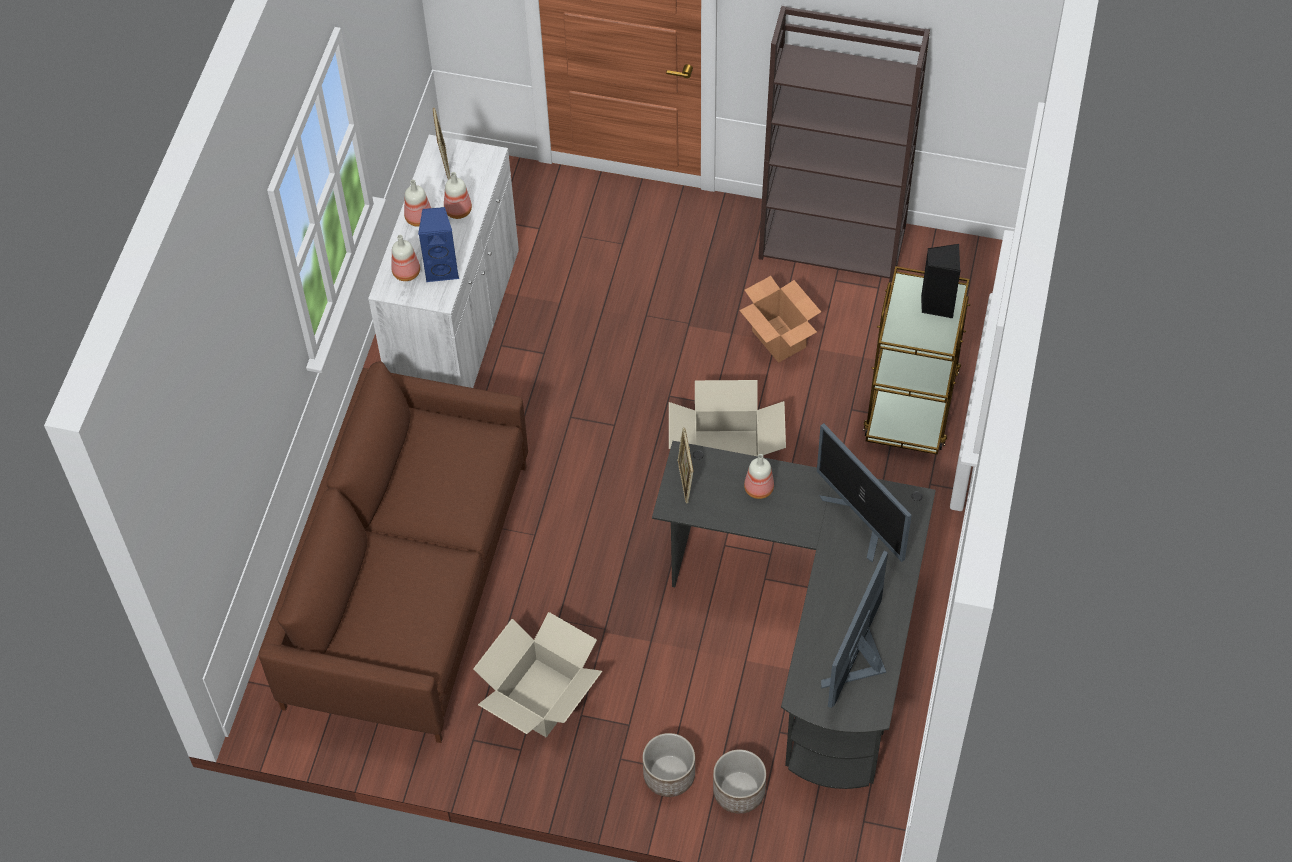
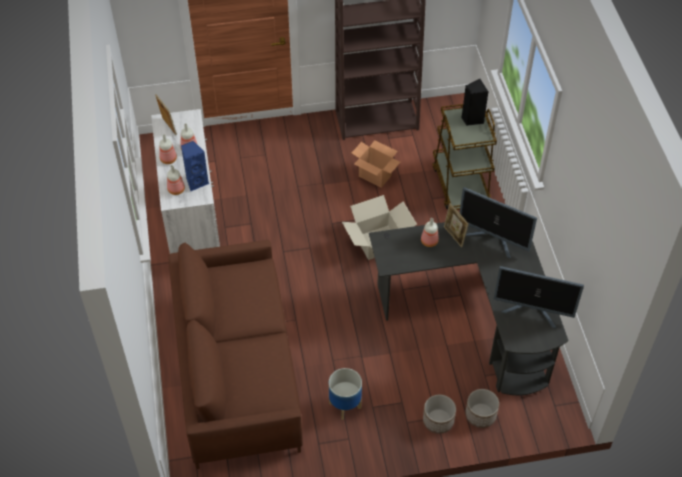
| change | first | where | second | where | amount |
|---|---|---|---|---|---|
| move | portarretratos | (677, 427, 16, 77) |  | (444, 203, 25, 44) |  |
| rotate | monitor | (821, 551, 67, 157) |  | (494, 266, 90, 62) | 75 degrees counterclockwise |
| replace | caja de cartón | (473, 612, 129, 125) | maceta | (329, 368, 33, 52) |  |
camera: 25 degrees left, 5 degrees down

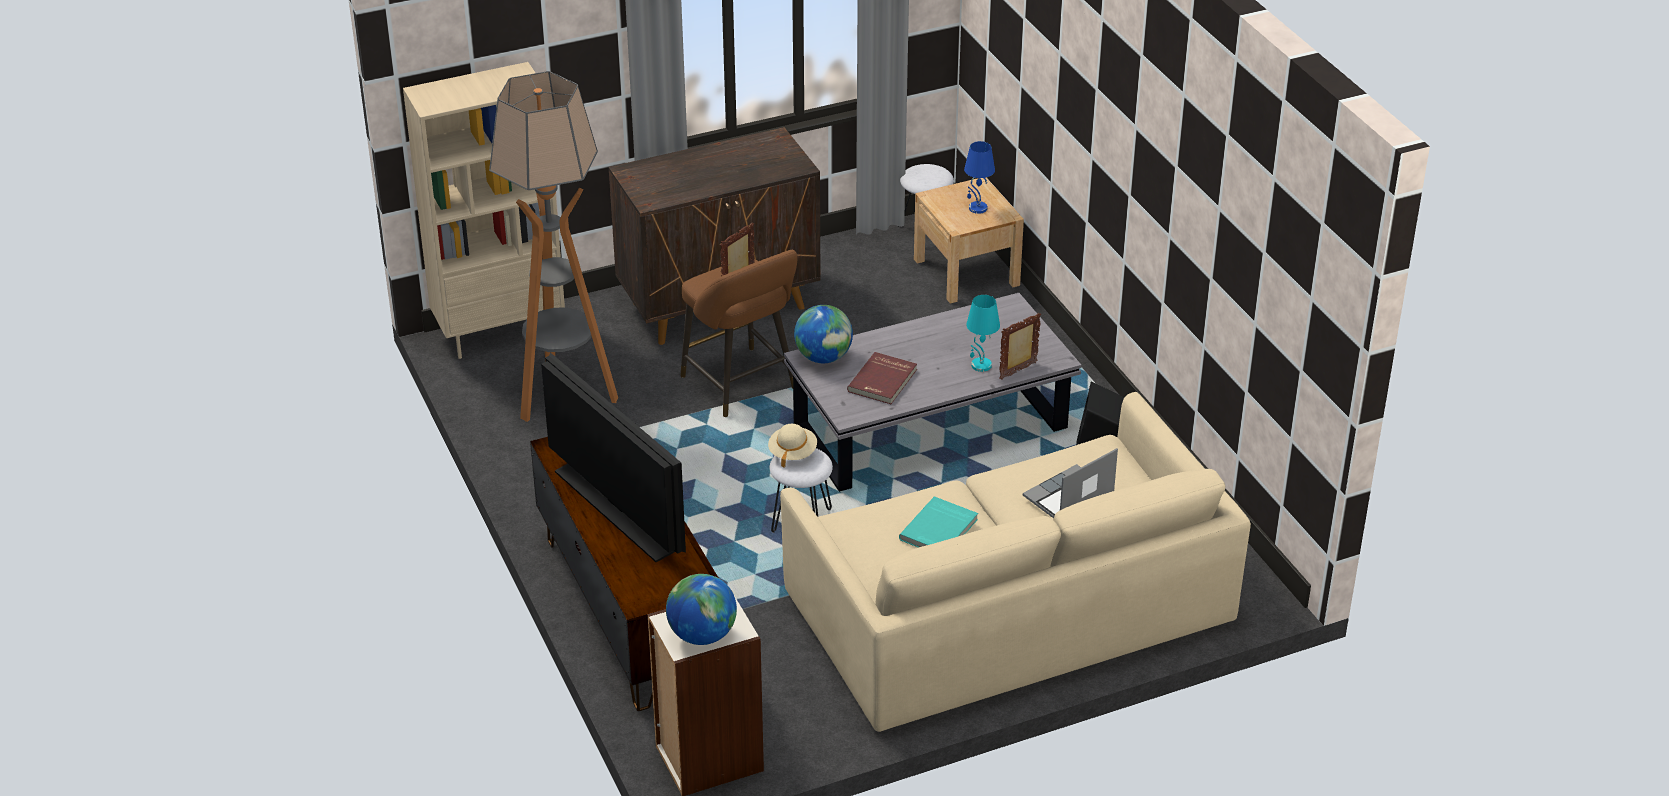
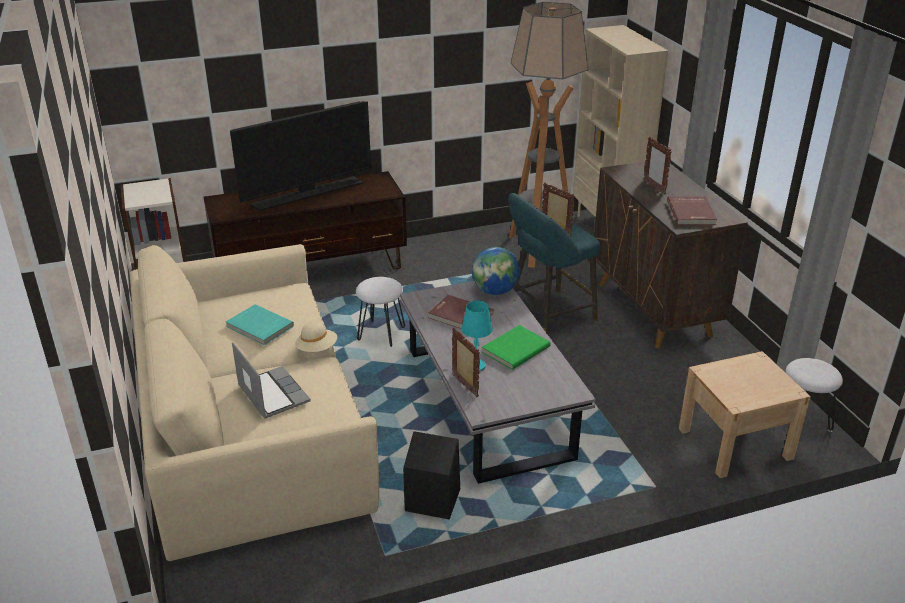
| change | first | where | second | where | amount |
|---|---|---|---|---|---|
| delete | lámpara de mesa (azul) | (964, 141, 31, 73) |  |  |  |
| recolor | taburete (marrón) | (681, 250, 117, 167) | taburete (turquesa) | (508, 193, 92, 140) |  |
| move | sombrero (beis) | (768, 424, 49, 44) |  | (295, 322, 42, 30) |  |
| delete | globo terráqueo | (666, 574, 71, 71) |  |  |  |
| insert |  |  | portarretratos | (643, 137, 29, 58) |  |
| insert |  |  | libro (rojo) | (667, 196, 50, 29) |  |
| insert |  |  | libro (verde) | (482, 325, 69, 45) |  |
camera: 95 degrees right, 5 degrees down

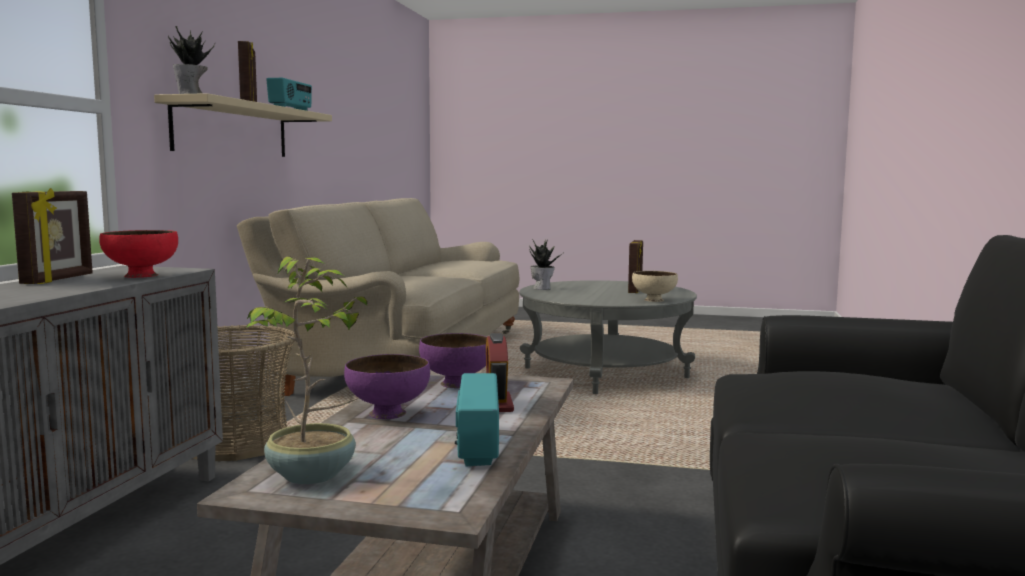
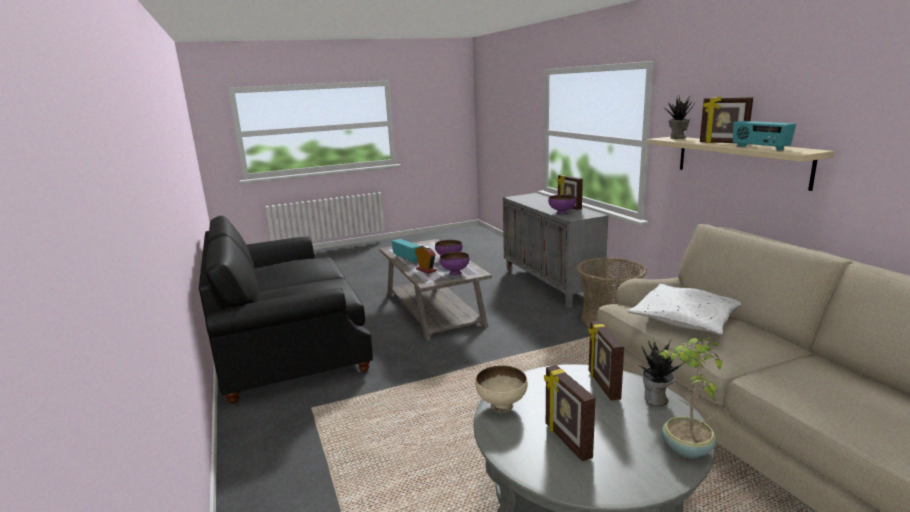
| change | first | where | second | where | amount |
|---|---|---|---|---|---|
| recolor | cuenco (rojo) | (99, 230, 79, 48) | cuenco (morado) | (548, 195, 28, 20) |  |
| move | planta en maceta | (246, 256, 121, 228) |  | (659, 338, 63, 120) |  |
| insert |  |  | cojín (blanco) | (628, 284, 113, 51) |  |
| insert |  |  | portarretratos | (588, 321, 36, 80) |  |
camera: 145 degrees right, 10 degrees up

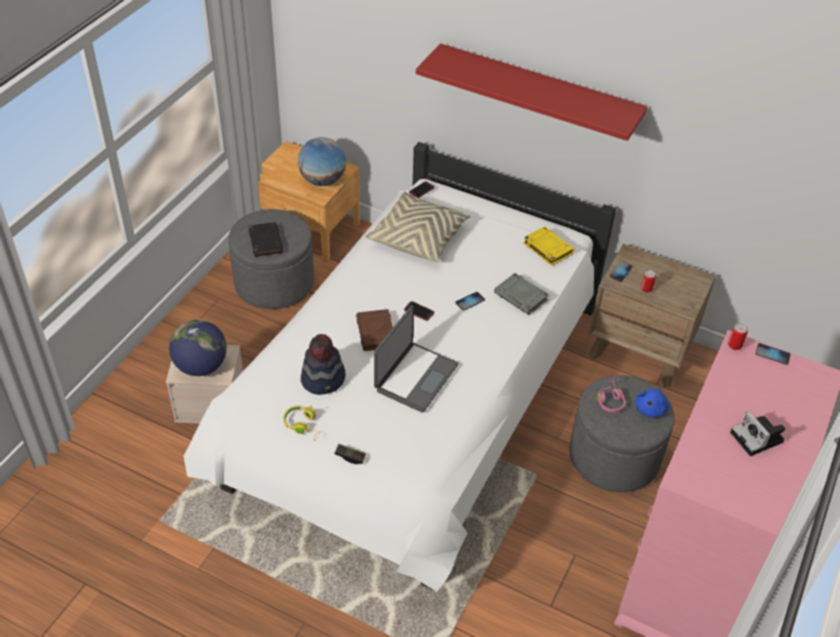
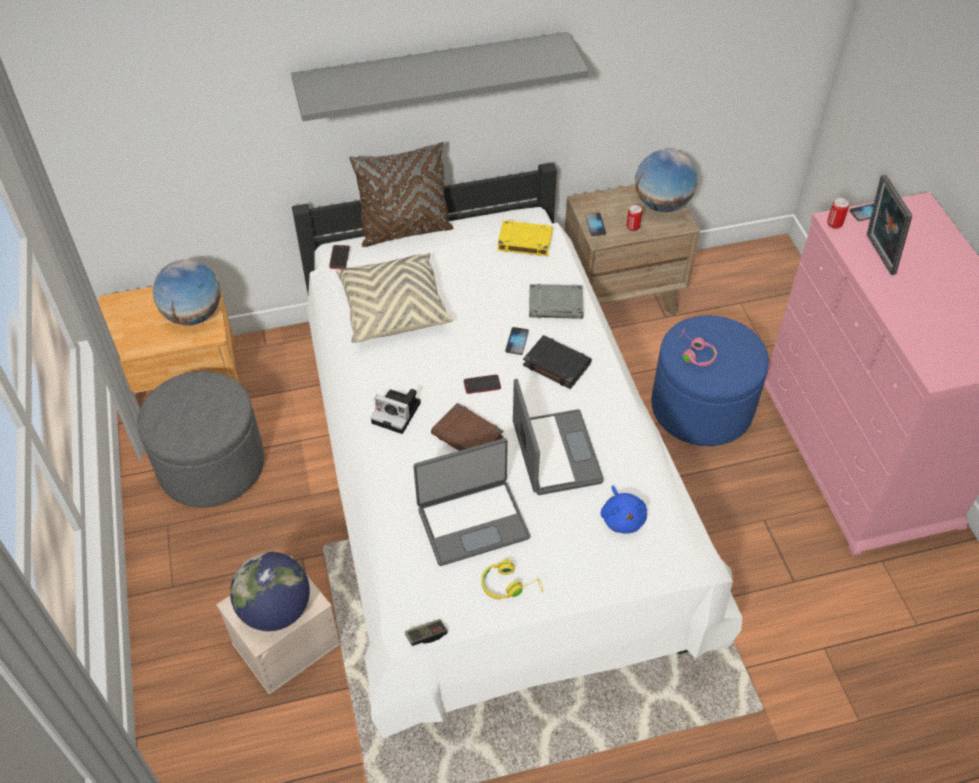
| change | first | where | second | where | amount |
|---|---|---|---|---|---|
| recolor | estante (rojo) | (416, 43, 232, 98) | estante (gris) | (291, 32, 297, 89) |  |
| move | libro (negro) | (248, 222, 35, 35) |  | (523, 335, 69, 54) |  |
| replace | sombrero | (301, 334, 45, 61) | portátil | (413, 438, 118, 128) |  |
| recolor | puf (gris) | (569, 375, 105, 117) | puf (azul) | (651, 315, 118, 131) |  |
| move | peluche (azul) | (635, 388, 34, 30) |  | (601, 485, 46, 49) |  |
| move | cámara | (730, 411, 55, 45) |  | (371, 389, 50, 45) |  |
| move | mando de consola | (334, 444, 32, 20) |  | (405, 619, 42, 27) |  |
| insert |  |  | cojín (marrón) | (350, 142, 103, 105) |  |
| insert |  |  | globo terráqueo | (635, 149, 62, 63) |  |
| insert |  |  | portarretratos | (867, 175, 45, 100) |  |
camera: 40 degrees left, 5 degrees up

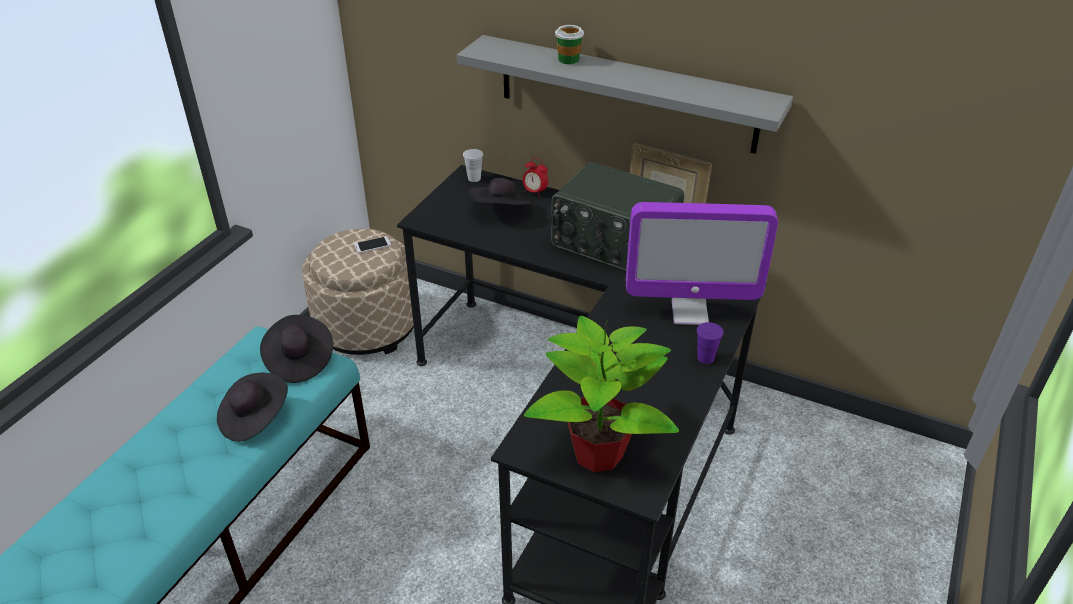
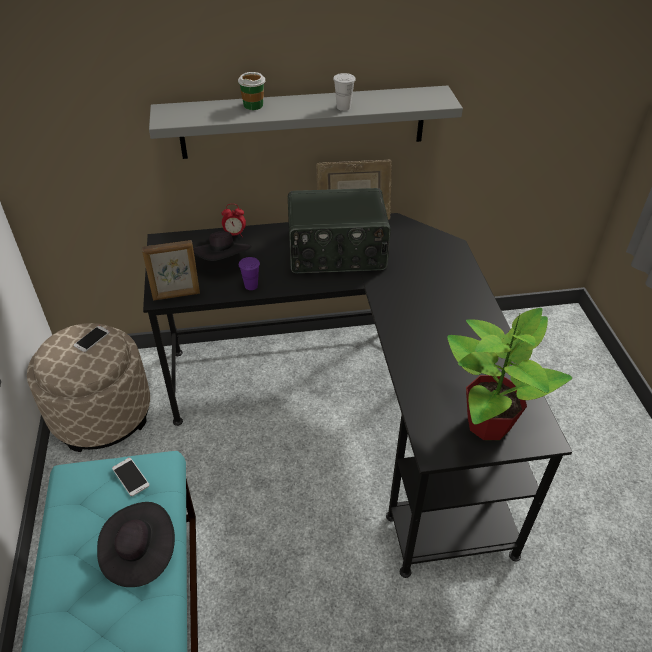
| change | first | where | second | where | amount |
|---|---|---|---|---|---|
| move | taza (blanco) | (463, 149, 20, 33) |  | (333, 73, 23, 38) |  |
| delete | monitor | (626, 202, 152, 123) |  |  |  |
| replace | sombrero (negro) | (260, 315, 73, 68) | móvil | (112, 458, 38, 39) |  |
| move | taza (morado) | (697, 322, 27, 42) |  | (239, 257, 21, 33) |  |
| insert |  |  | portarretratos | (142, 240, 58, 60) |  |
camera: 35 degrees left, 5 degrees up

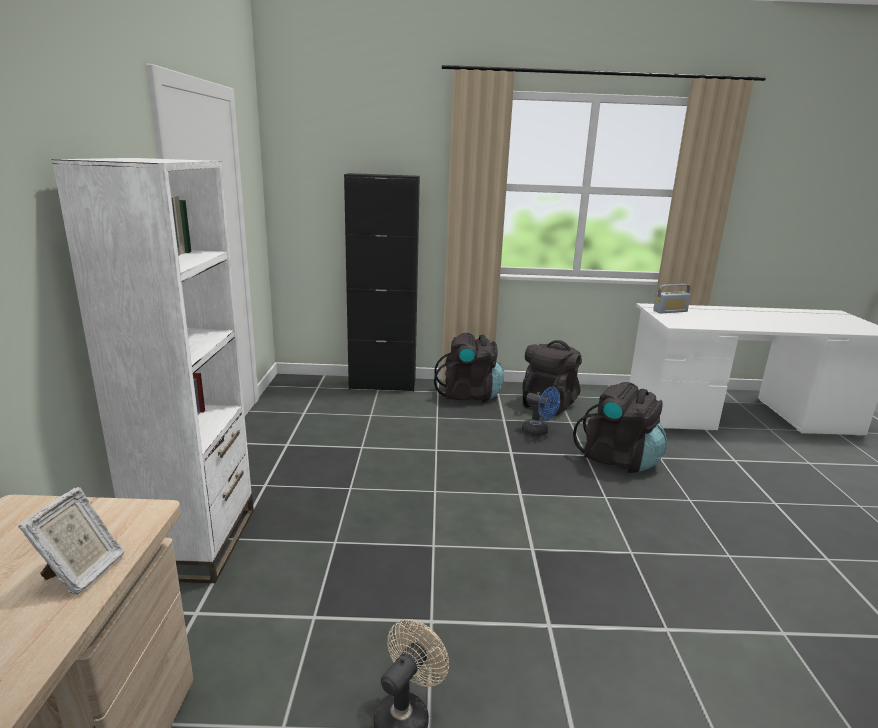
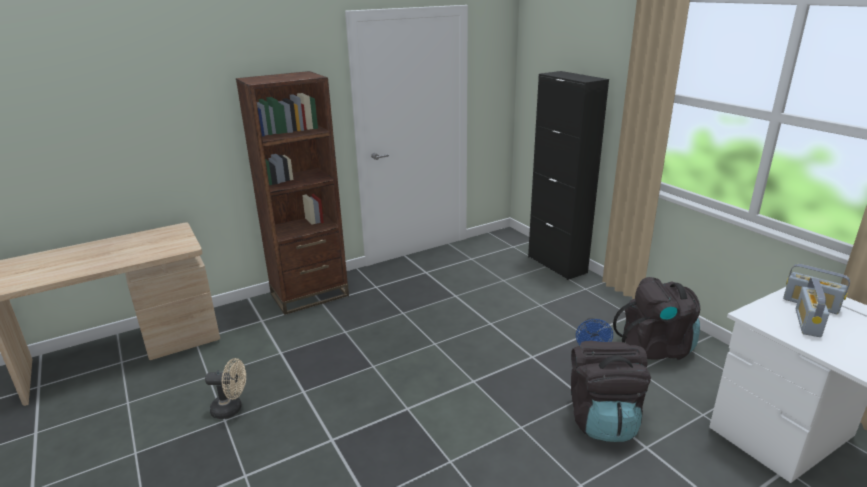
| change | first | where | second | where | amount |
|---|---|---|---|---|---|
| recolor | estantería (blanco) | (52, 158, 202, 425) | estantería (marrón) | (236, 71, 113, 244) |  |
| delete | mochila (negro) | (434, 333, 70, 69) |  |  |  |
| delete | portarretratos | (18, 487, 106, 109) |  |  |  |
| insert |  |  | radio | (796, 278, 33, 59) |  |
camera: 60 degrees right, 5 degrees up

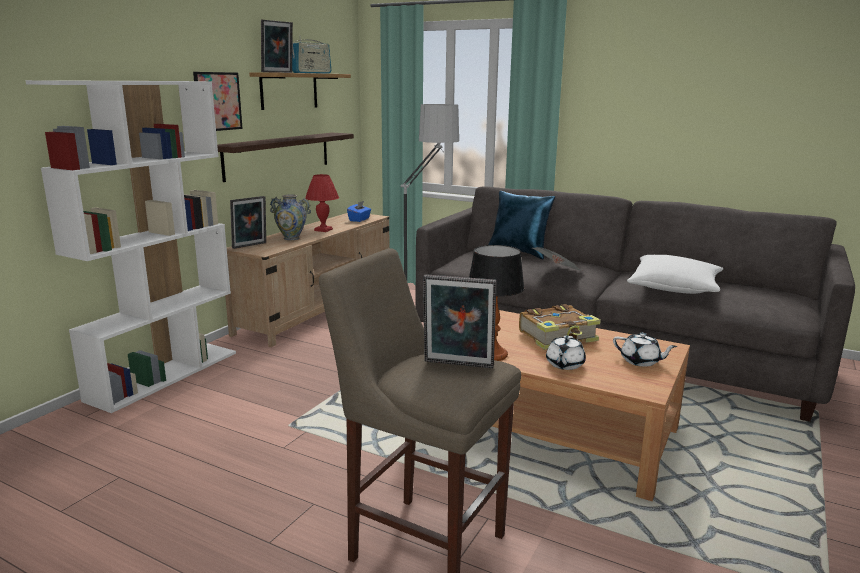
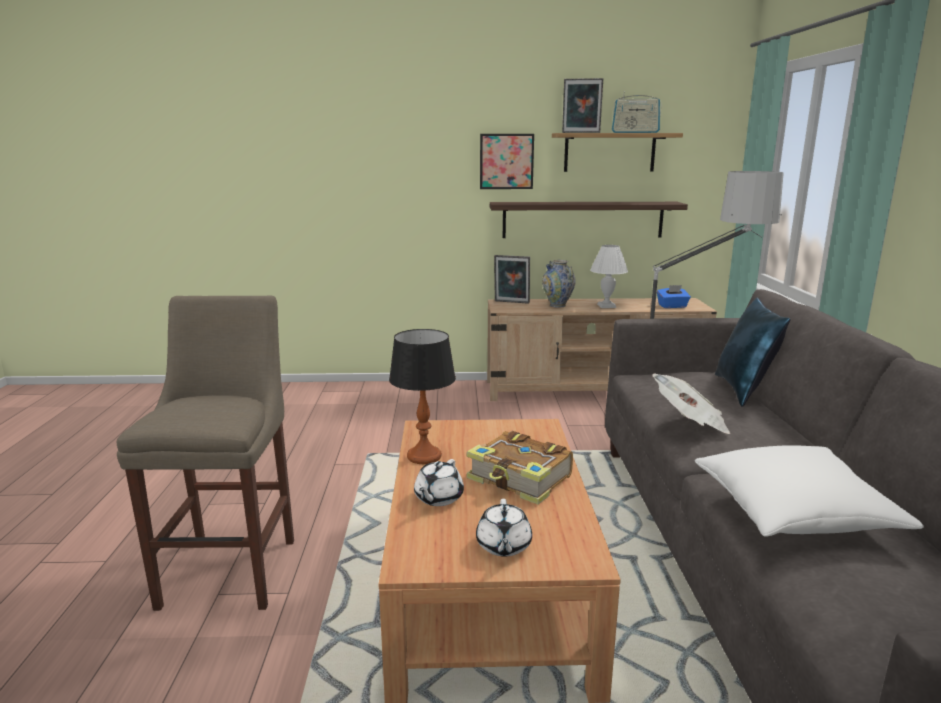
| change | first | where | second | where | amount |
|---|---|---|---|---|---|
| delete | estantería (blanco) | (26, 80, 210, 333) |  |  |  |
| recolor | lámpara de mesa (rojo) | (305, 174, 34, 58) | lámpara de mesa (blanco) | (590, 245, 38, 63) |  |
| delete | portarretratos | (423, 274, 74, 94) |  |  |  |
| rotate | tetera (blanco) | (546, 335, 40, 35) |  | (414, 459, 50, 47) | 60 degrees counterclockwise |
camera: 60 degrees right, 0 degrees up

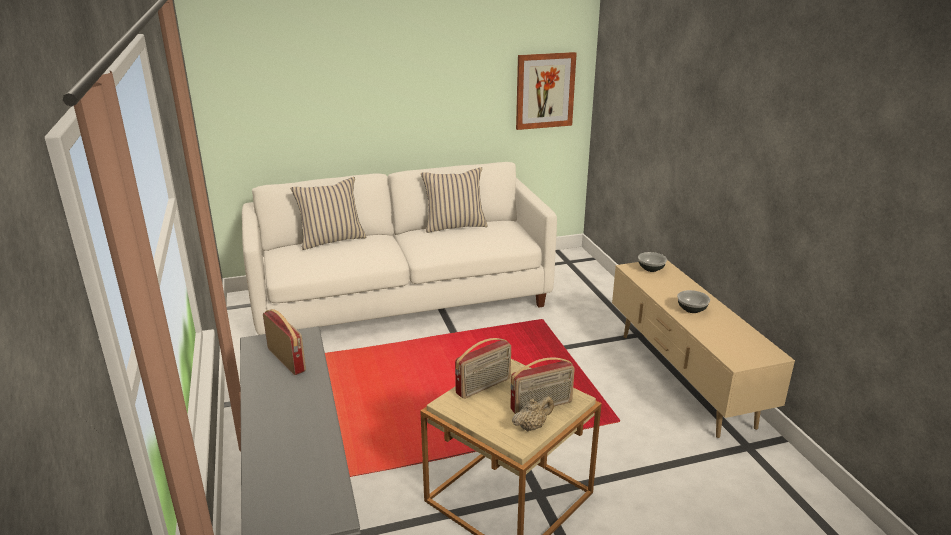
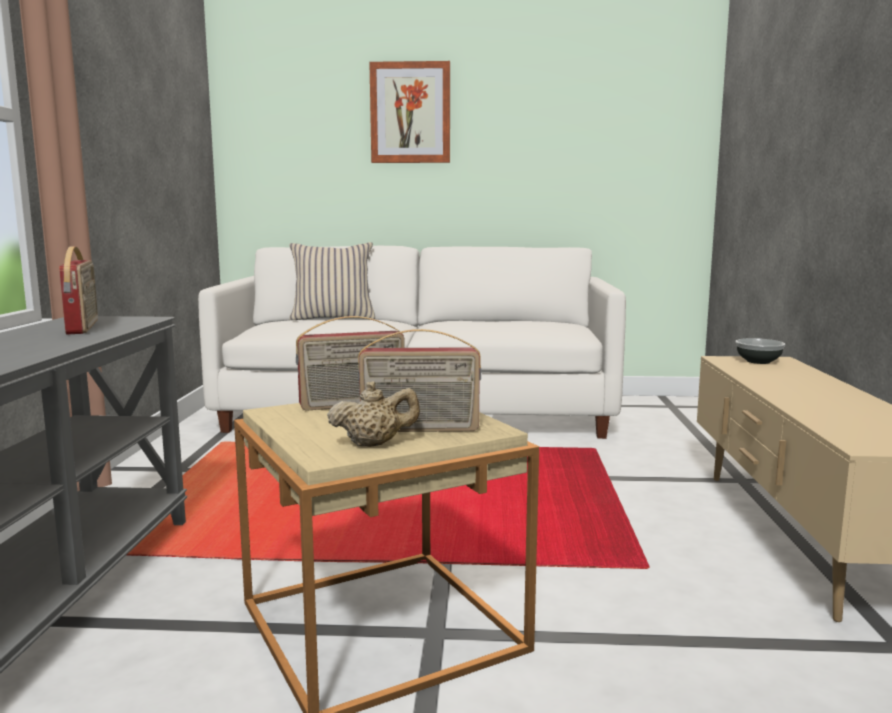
| change | first | where | second | where | amount |
|---|---|---|---|---|---|
| move | cuadro | (516, 52, 61, 78) |  | (369, 61, 81, 102) |  |
| delete | cojín (beis) | (421, 167, 67, 66) |  |  |  |
| delete | cuenco | (677, 290, 33, 23) |  |  |  |
camera: 20 degrees right, 15 degrees down

